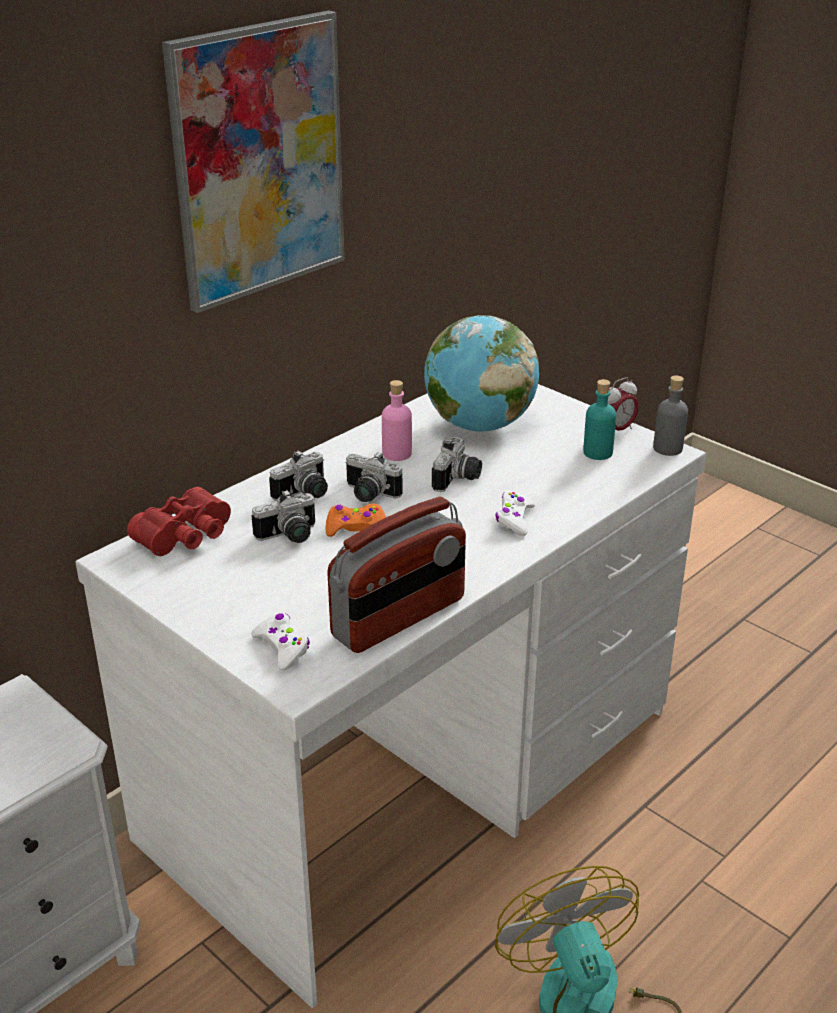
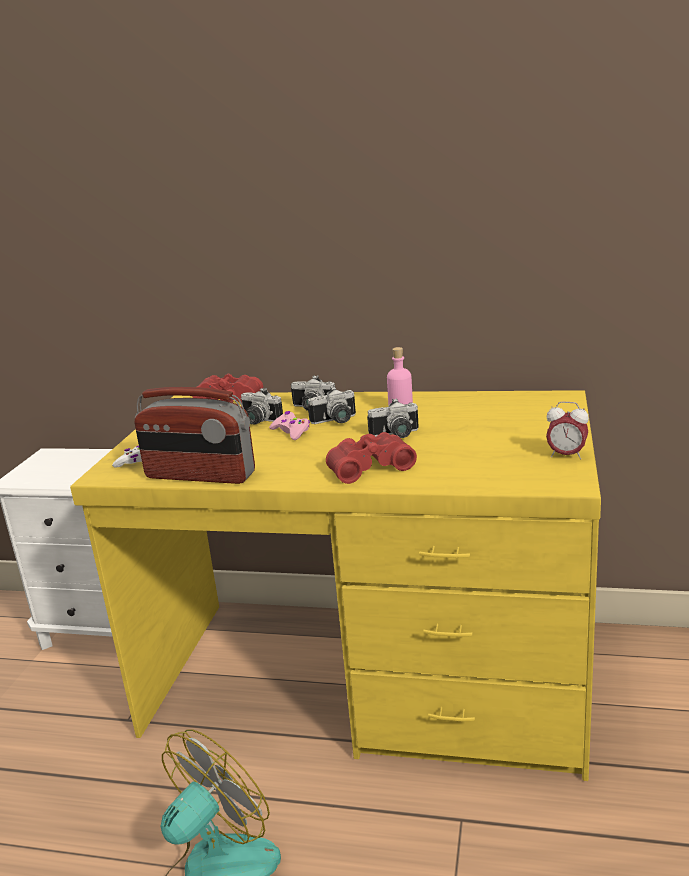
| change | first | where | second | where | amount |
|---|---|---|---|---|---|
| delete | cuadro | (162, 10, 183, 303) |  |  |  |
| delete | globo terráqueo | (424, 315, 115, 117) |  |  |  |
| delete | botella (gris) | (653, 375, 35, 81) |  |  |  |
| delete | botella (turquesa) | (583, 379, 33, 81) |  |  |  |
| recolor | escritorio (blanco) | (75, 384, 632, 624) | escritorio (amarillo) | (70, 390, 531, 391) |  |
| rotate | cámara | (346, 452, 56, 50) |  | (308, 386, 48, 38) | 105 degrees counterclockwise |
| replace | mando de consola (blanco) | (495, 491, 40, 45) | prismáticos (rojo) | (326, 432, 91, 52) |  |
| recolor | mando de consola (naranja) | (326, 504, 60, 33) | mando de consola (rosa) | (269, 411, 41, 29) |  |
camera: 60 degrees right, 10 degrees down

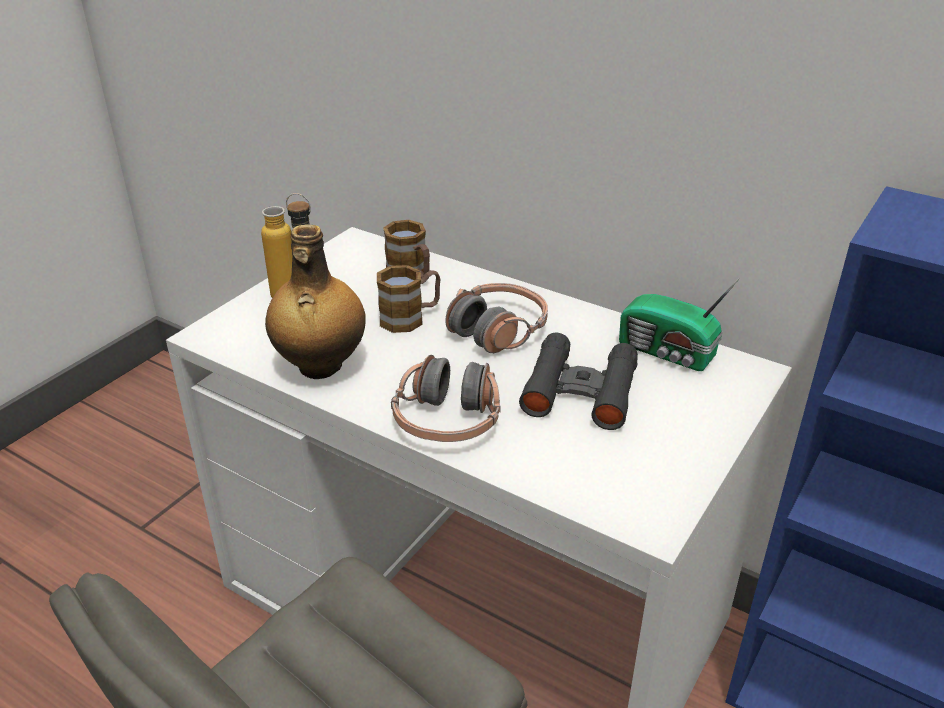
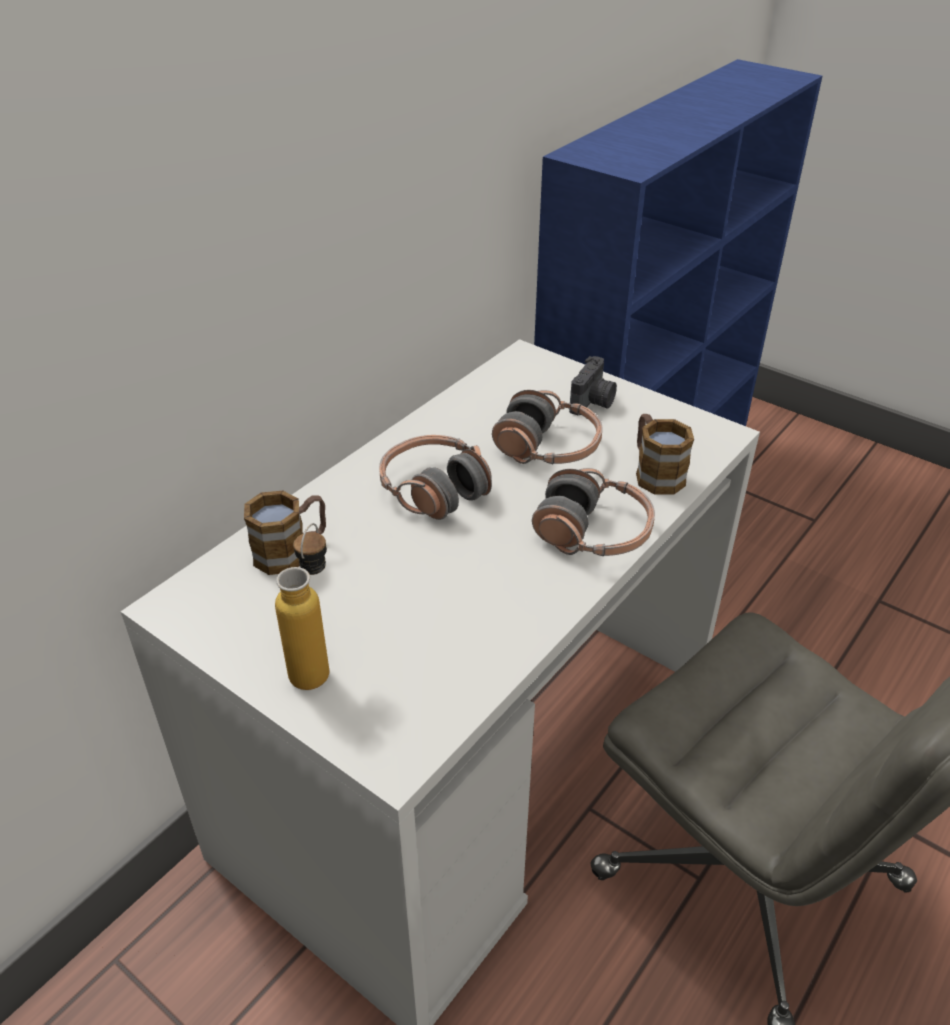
| change | first | where | second | where | amount |
|---|---|---|---|---|---|
| delete | botella | (265, 225, 101, 154) |  |  |  |
| move | taza grande | (377, 265, 64, 68) |  | (636, 414, 58, 81) |  |
| delete | radio | (619, 278, 121, 93) |  |  |  |
| replace | prismáticos (negro) | (519, 333, 119, 97) | auriculares | (492, 390, 111, 74) |  |
| insert |  |  | cámara | (569, 356, 48, 59) |  |
camera: 85 degrees left, 5 degrees up

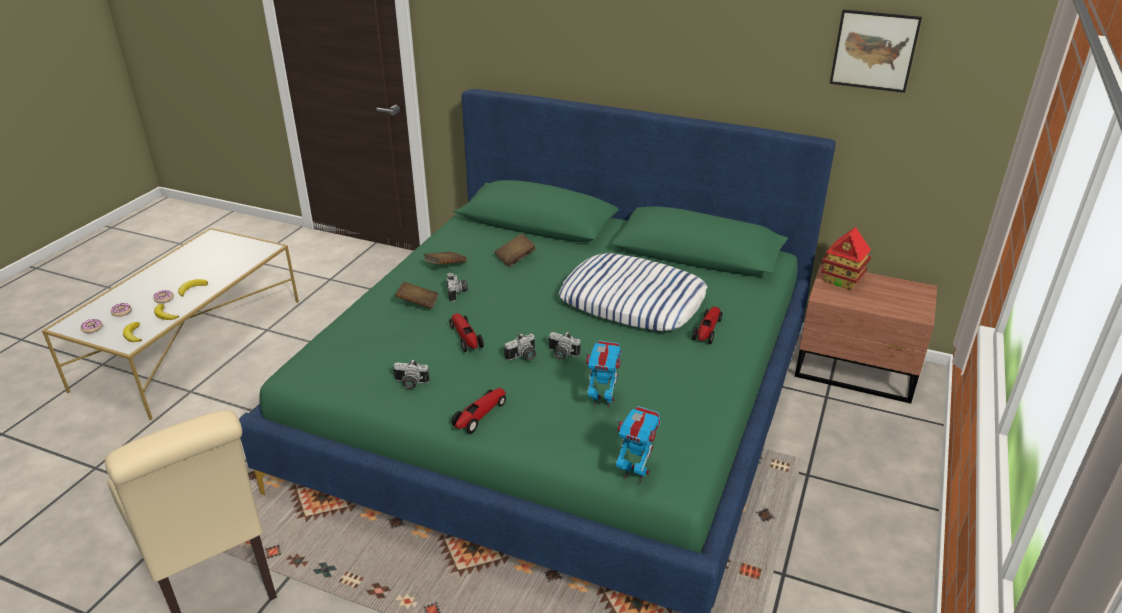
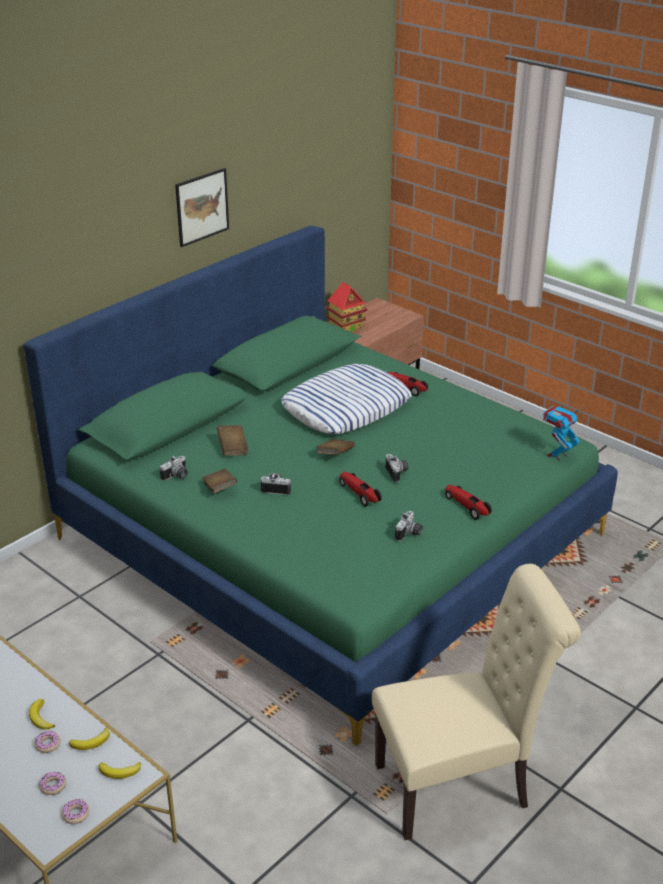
| change | first | where | second | where | amount |
|---|---|---|---|---|---|
| move | cuadro | (830, 9, 92, 84) |  | (175, 168, 54, 79) |  |
| move | libro (marrón) | (395, 282, 44, 27) |  | (316, 439, 39, 15) |  |
| rotate | coche de juguete | (450, 313, 34, 39) |  | (339, 472, 43, 34) | 60 degrees clockwise |
| move | cámara | (549, 332, 32, 28) |  | (160, 456, 28, 25) |  |
| delete | robot de juguete | (586, 340, 36, 70) |  |  |  |
camera: 70 degrees left, 0 degrees up

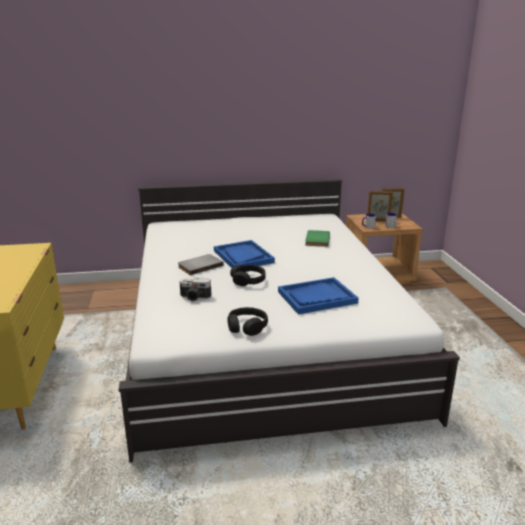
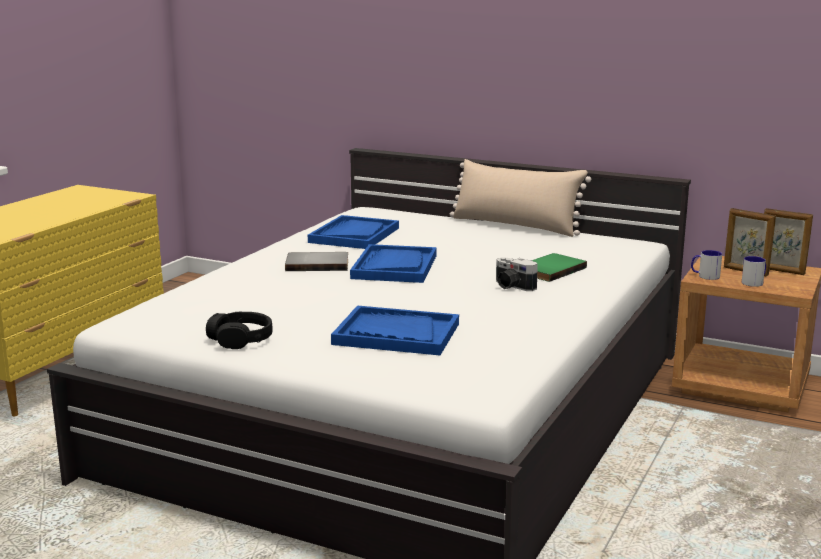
| change | first | where | second | where | amount |
|---|---|---|---|---|---|
| delete | auriculares (negro) | (230, 264, 36, 22) |  |  |  |
| move | cámara | (180, 277, 32, 24) |  | (496, 257, 42, 34) |  |
| insert |  |  | cojín (beis) | (450, 159, 141, 78) |  |
| insert |  |  | bandeja (azul) | (308, 215, 91, 34) |  |
camera: 35 degrees right, 5 degrees down

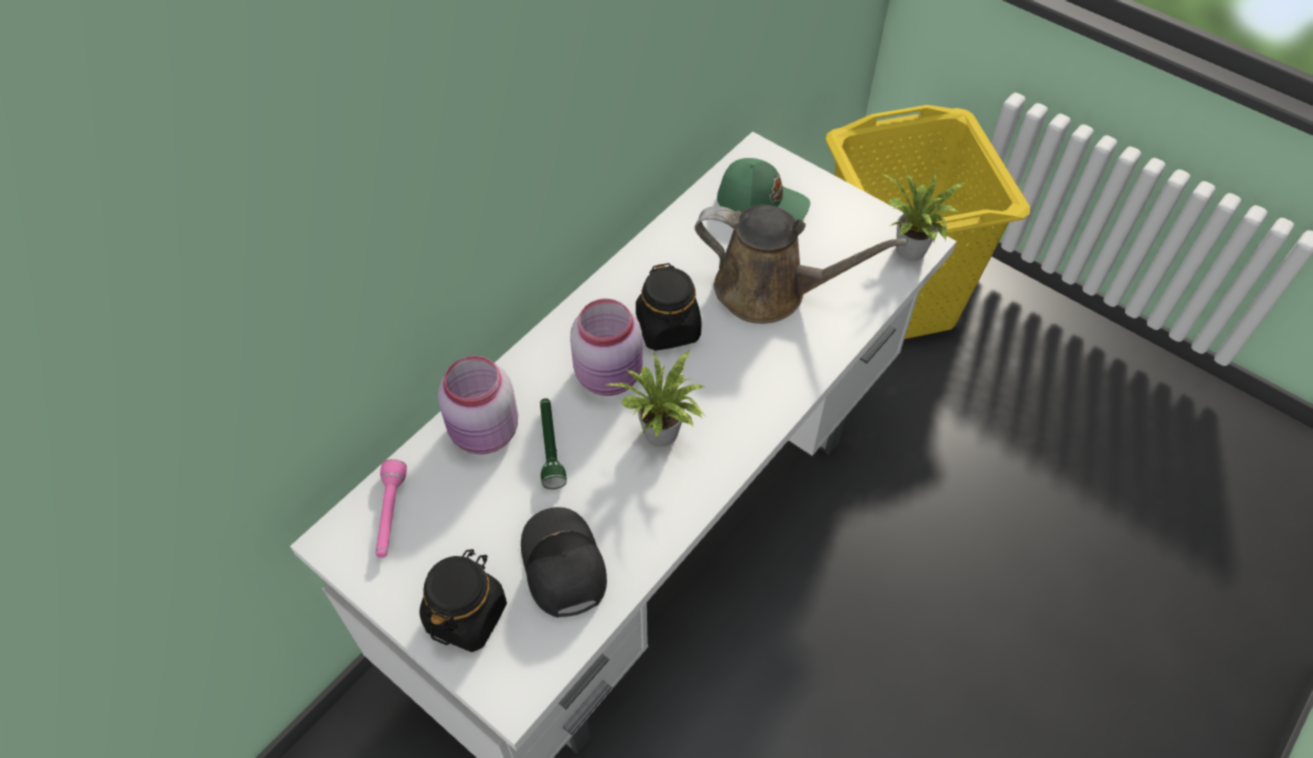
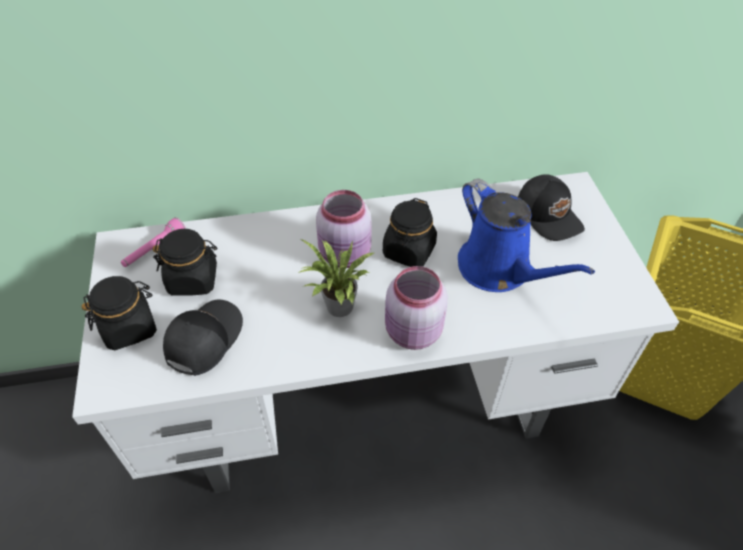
| change | first | where | second | where | amount |
|---|---|---|---|---|---|
| recolor | gorra (verde) | (717, 158, 93, 63) | gorra (negro) | (518, 174, 67, 67) |  |
| delete | planta en maceta | (880, 172, 85, 89) |  |  |  |
| recolor | regadera (marrón) | (695, 205, 213, 119) | regadera (azul) | (458, 178, 137, 114) |  |
| move | tarro (rosa) | (438, 356, 80, 98) |  | (385, 266, 63, 84) |  |
| delete | linterna (verde) | (540, 398, 27, 91) |  |  |  |
| insert |  |  | tarro (negro) | (153, 229, 64, 67) |  |
camera: 40 degrees right, 5 degrees down

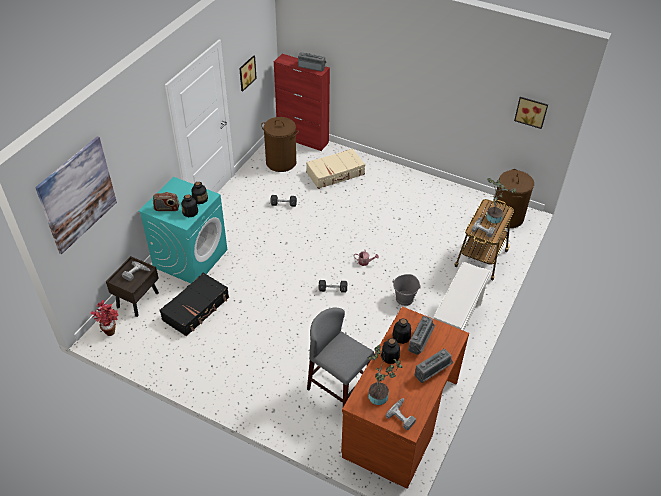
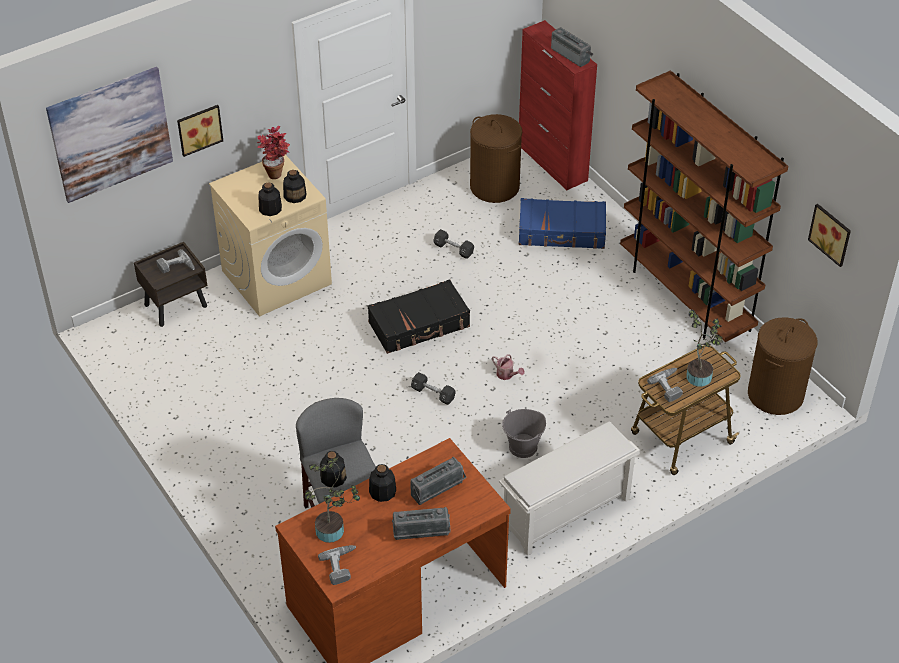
| change | first | where | second | where | amount |
|---|---|---|---|---|---|
| move | cuadro | (239, 55, 18, 36) |  | (177, 105, 46, 52) |  |
| recolor | maleta (beis) | (306, 148, 59, 41) | maleta (azul) | (519, 198, 87, 51) |  |
| recolor | lavadora (turquesa) | (138, 177, 89, 106) | lavadora (beis) | (209, 155, 123, 162) |  |
| delete | radio | (153, 192, 26, 19) |  |  |  |
| move | maleta (negro) | (159, 272, 70, 64) |  | (368, 279, 102, 75) |  |
| move | planta en maceta | (91, 300, 27, 36) |  | (257, 126, 33, 53) |  |
| move | botella | (392, 318, 19, 26) |  | (320, 451, 27, 36) |  |
| insert |  |  | estantería (marrón) | (620, 70, 168, 272) |  |
camera: 30 degrees right, 0 degrees up

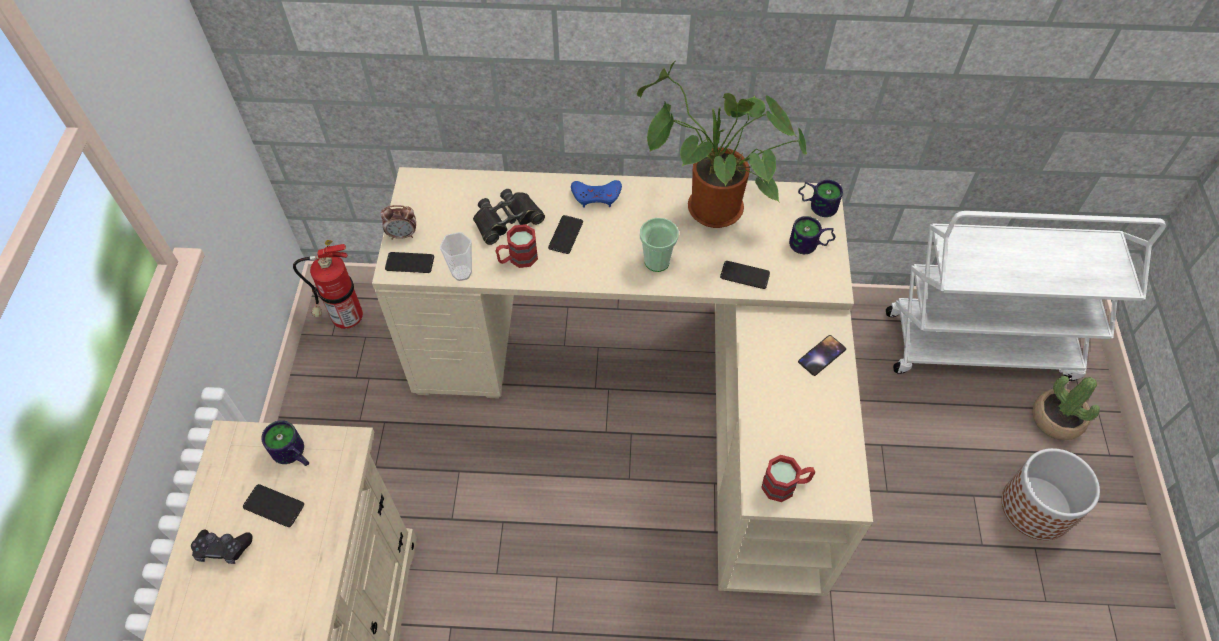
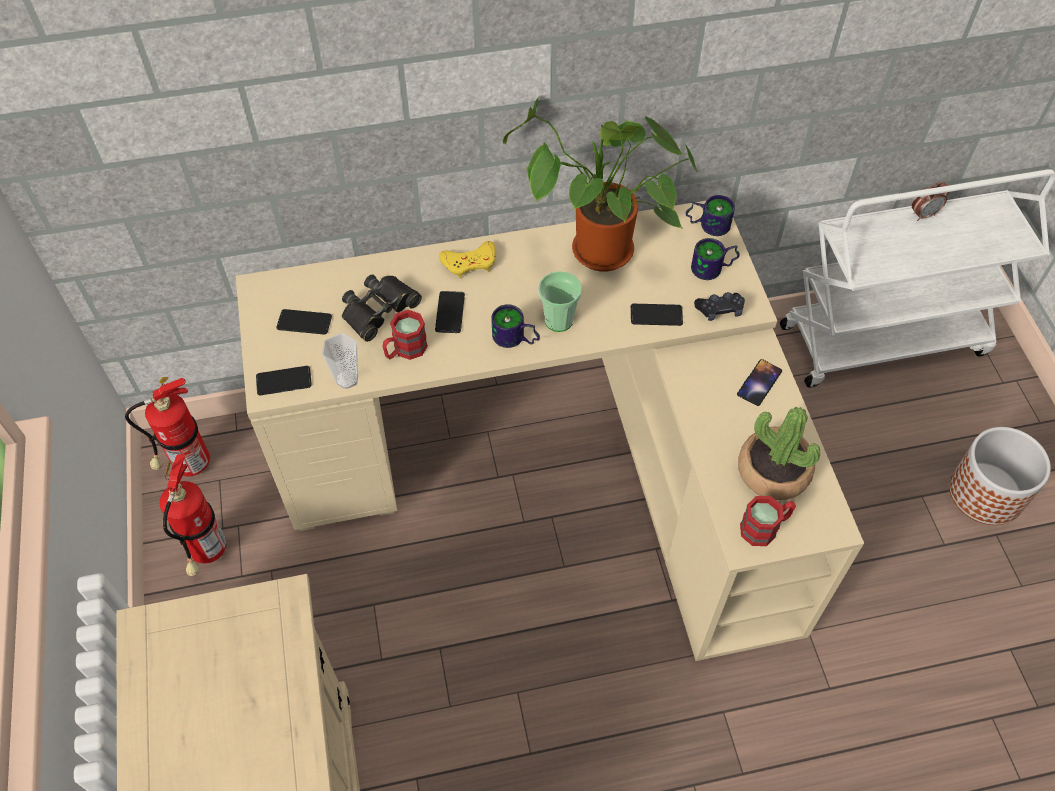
| change | first | where | second | where | amount |
|---|---|---|---|---|---|
| recolor | mando de consola (azul) | (571, 180, 51, 28) | mando de consola (amarillo) | (439, 241, 57, 38) |  |
| move | despertador | (380, 205, 36, 35) |  | (912, 182, 37, 39) |  |
| move | planta en maceta | (1032, 376, 68, 64) |  | (738, 407, 82, 93) |  |
| move | taza grande | (261, 420, 48, 46) |  | (491, 304, 49, 44) |  |
| move | móvil | (243, 484, 61, 43) |  | (276, 309, 56, 26) |  |
| move | mando de consola (negro) | (191, 530, 61, 34) |  | (694, 292, 51, 29) |  |
| insert |  |  | extintor | (160, 454, 66, 122) |  |
camera: 15 degrees left, 0 degrees up

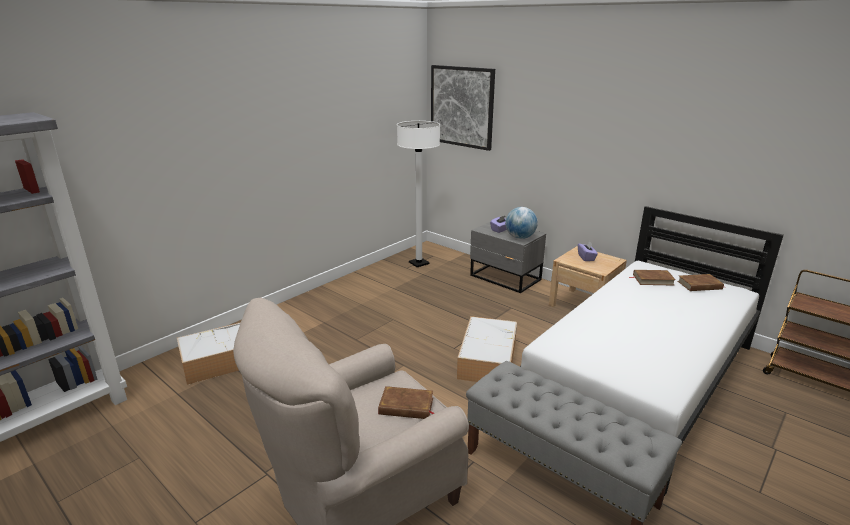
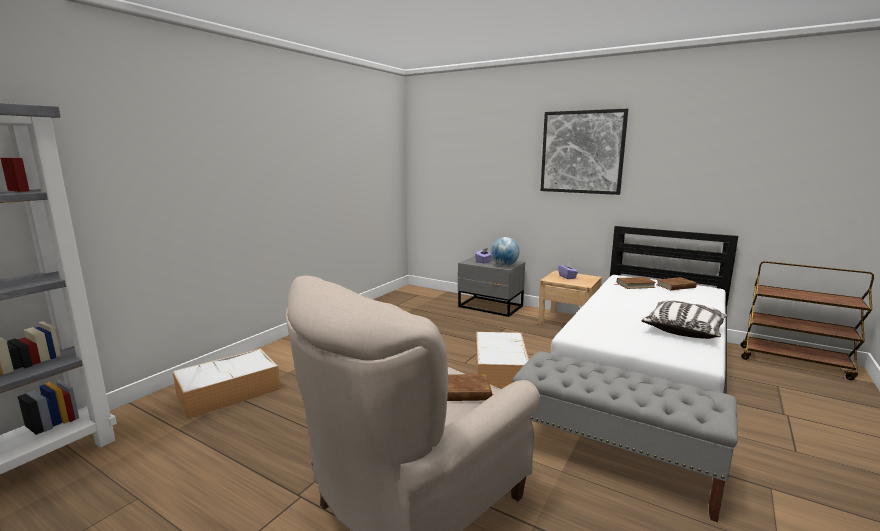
| change | first | where | second | where | amount |
|---|---|---|---|---|---|
| move | cuadro | (431, 65, 64, 86) |  | (541, 109, 87, 86) |  |
| delete | lámpara de pie (blanco) | (397, 121, 43, 146) |  |  |  |
| insert |  |  | cojín | (641, 300, 87, 39) |  |
camera: 10 degrees left, 10 degrees down

